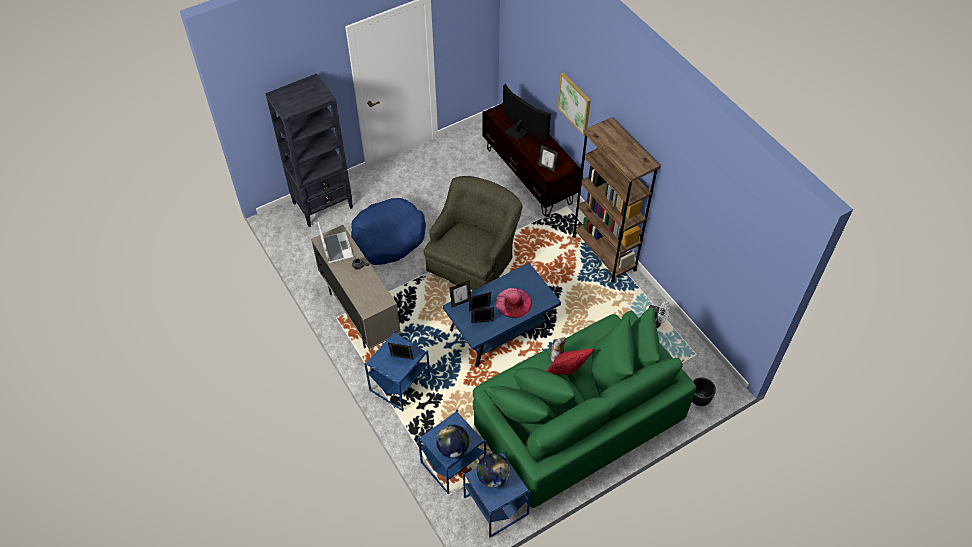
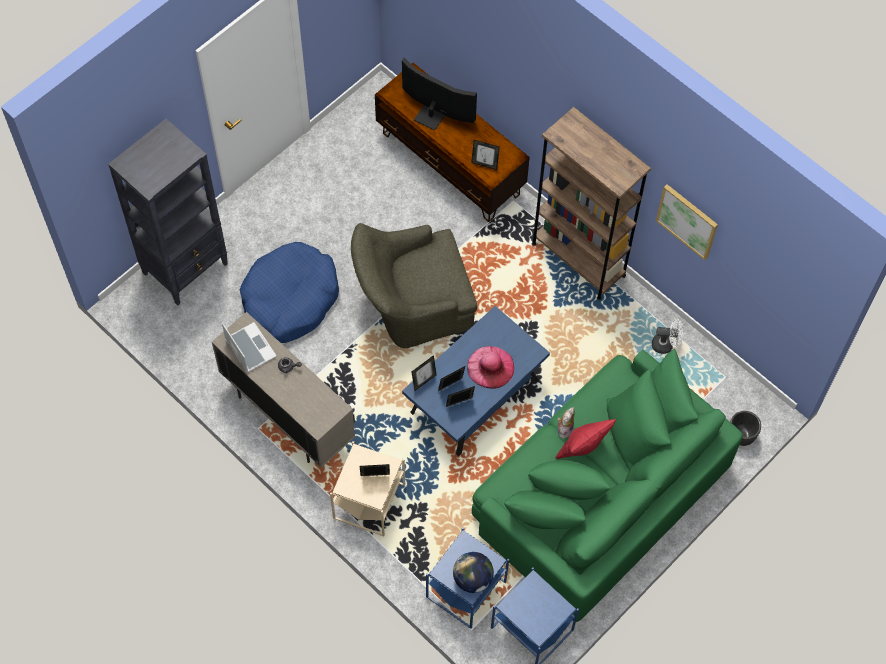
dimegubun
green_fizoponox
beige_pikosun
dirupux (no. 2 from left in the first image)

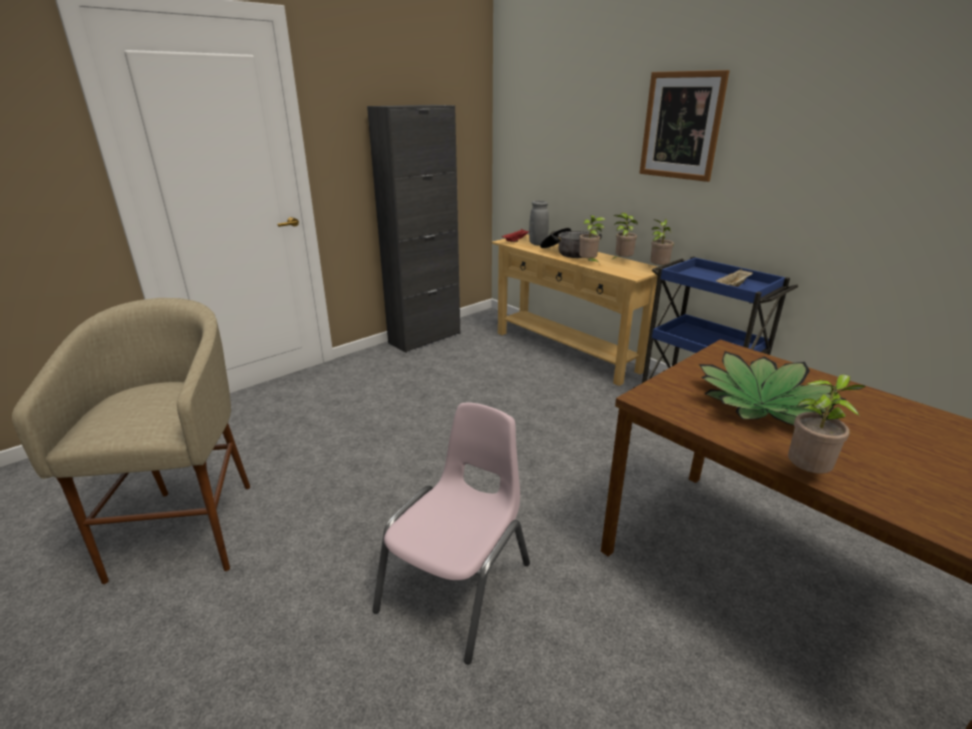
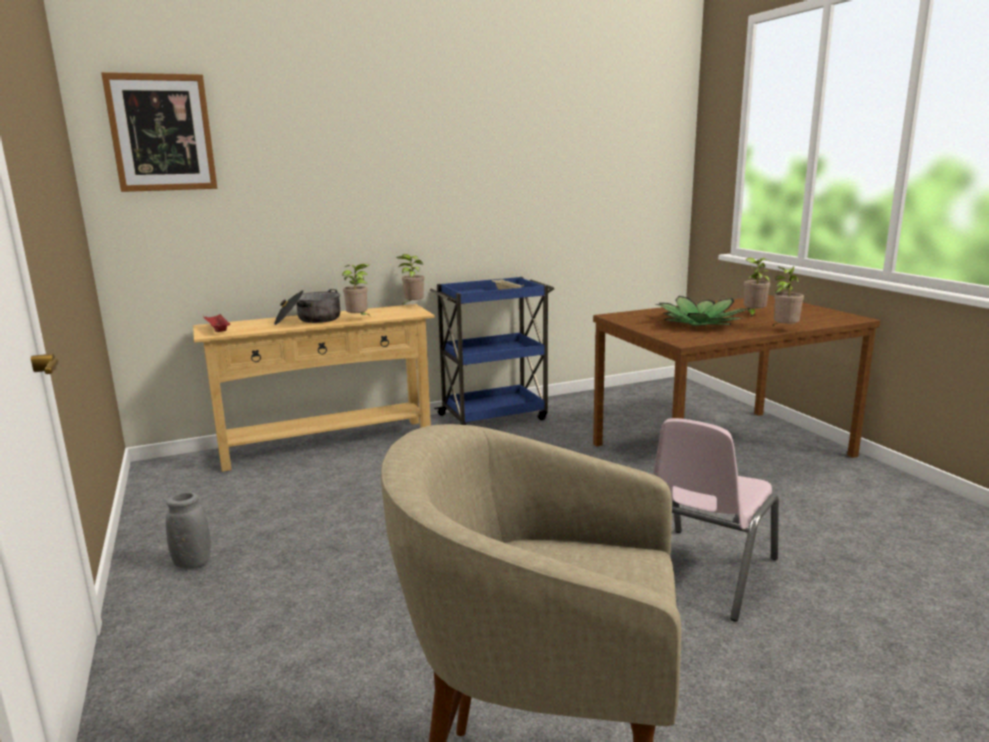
dimegubun
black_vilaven
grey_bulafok
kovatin (no. 4 from left)
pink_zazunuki

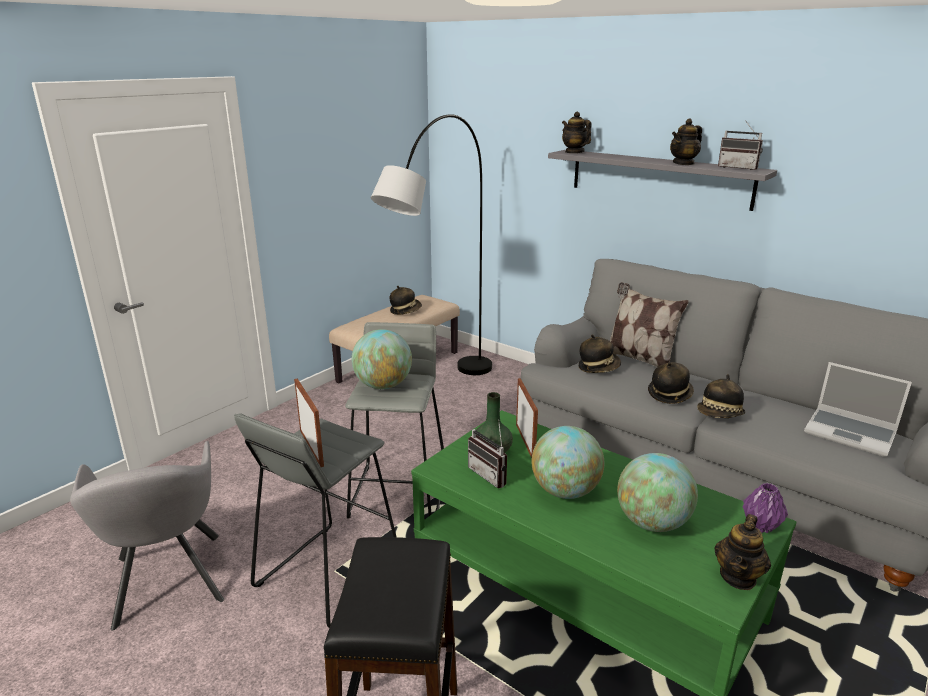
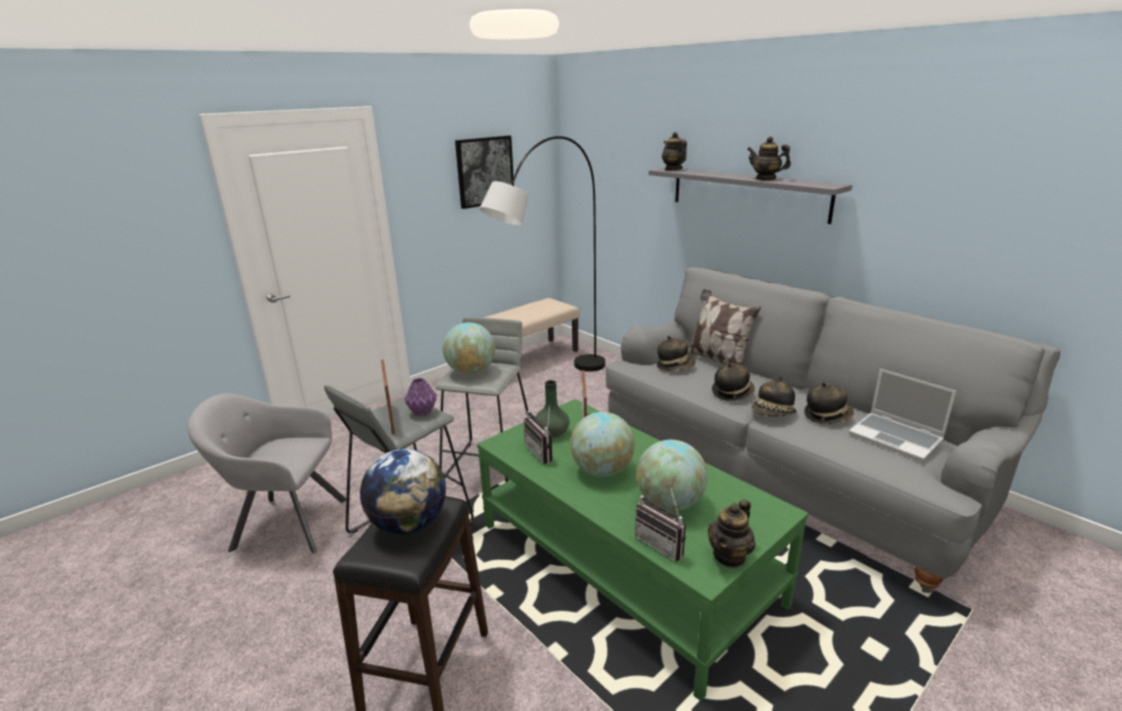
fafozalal (no. 3 from left)
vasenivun (no. 2 from left)
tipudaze (no. 4 from left)
grey_fizoponox
purple_bulafok
dimegubun
dirupux (no. 1 from left)

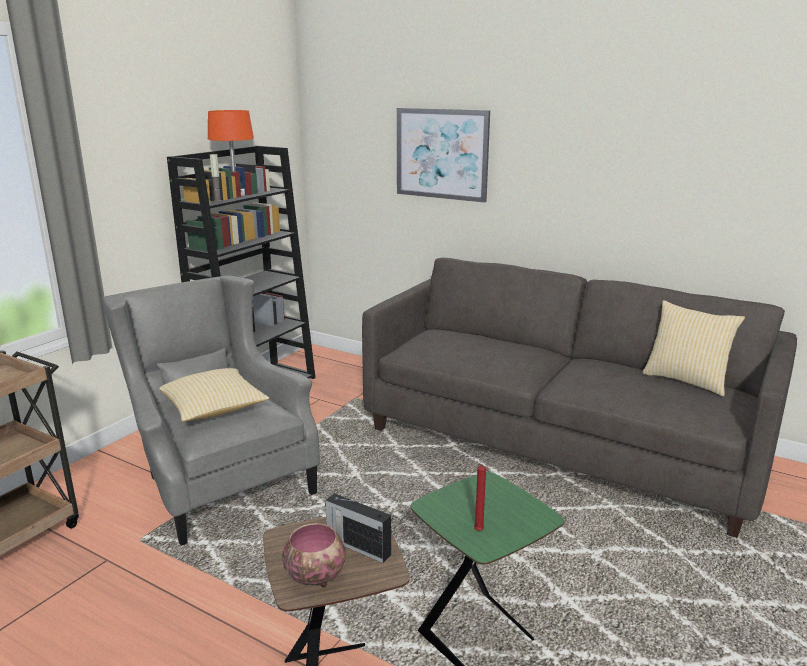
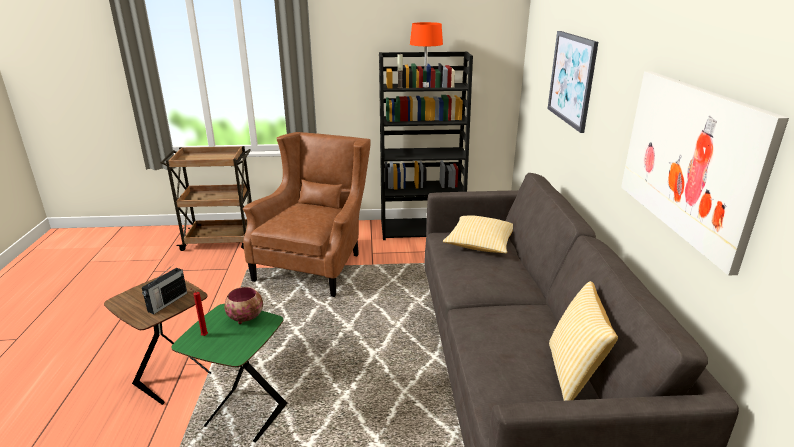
brown_fizoponox
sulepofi (no. 1 from left)
vasenivun
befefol
dimegubun (no. 2 from left)

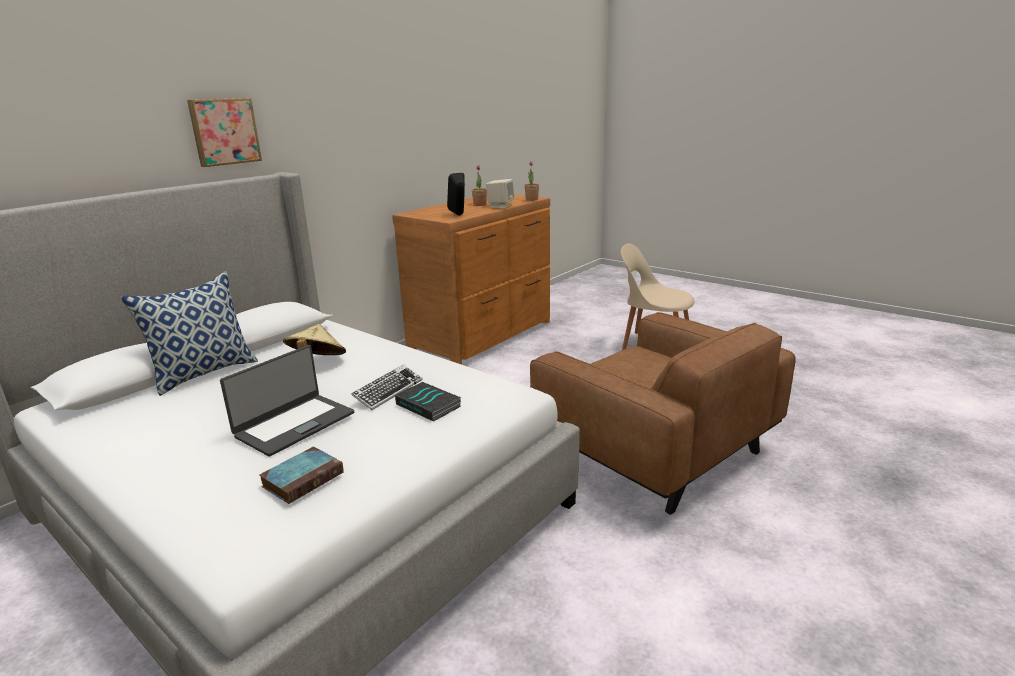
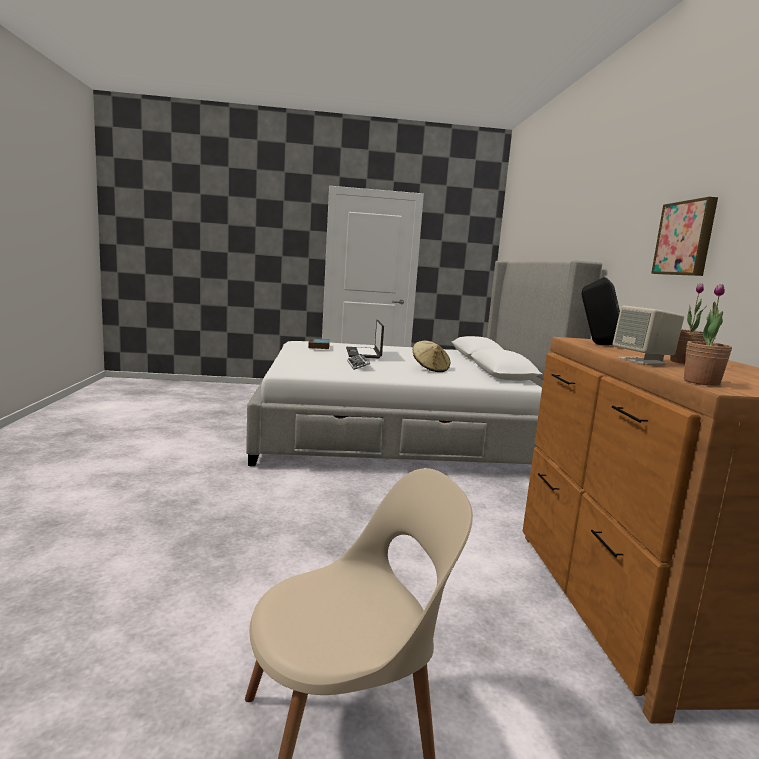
dimegubun
sulepofi
brown_fizoponox
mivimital (no. 2 from left in the first image)

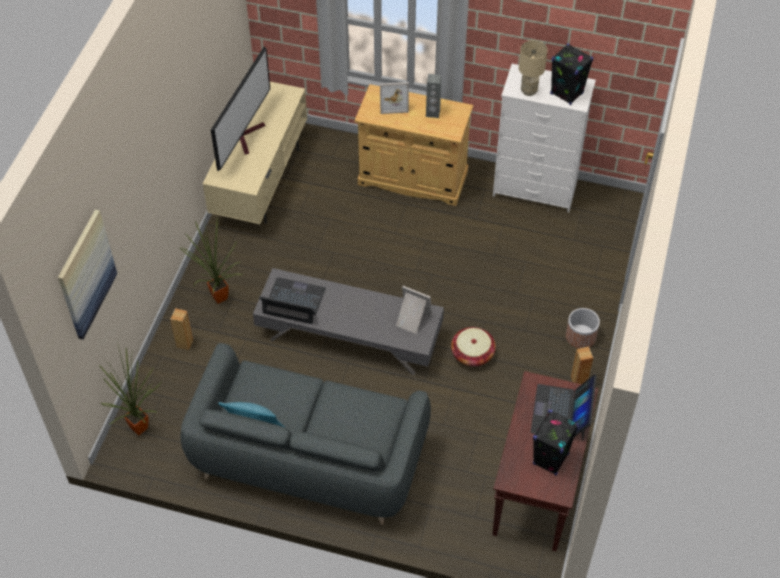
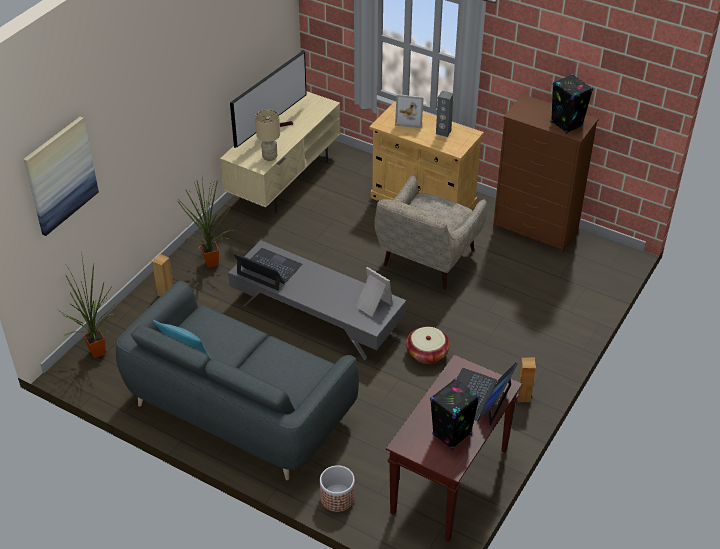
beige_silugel
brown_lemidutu
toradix
beige_fizoponox

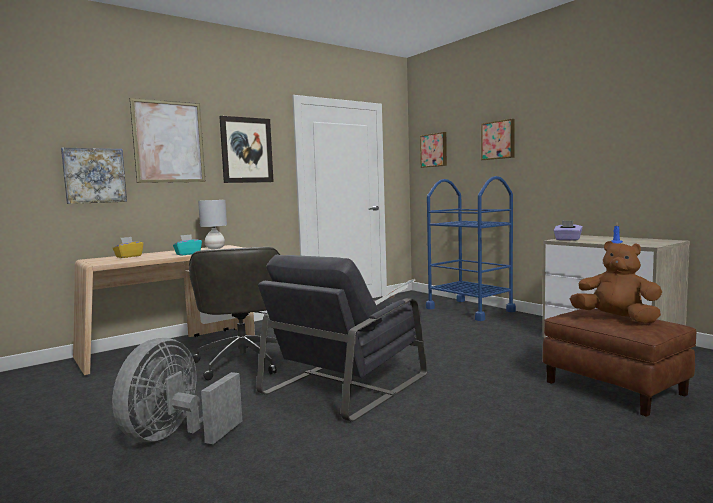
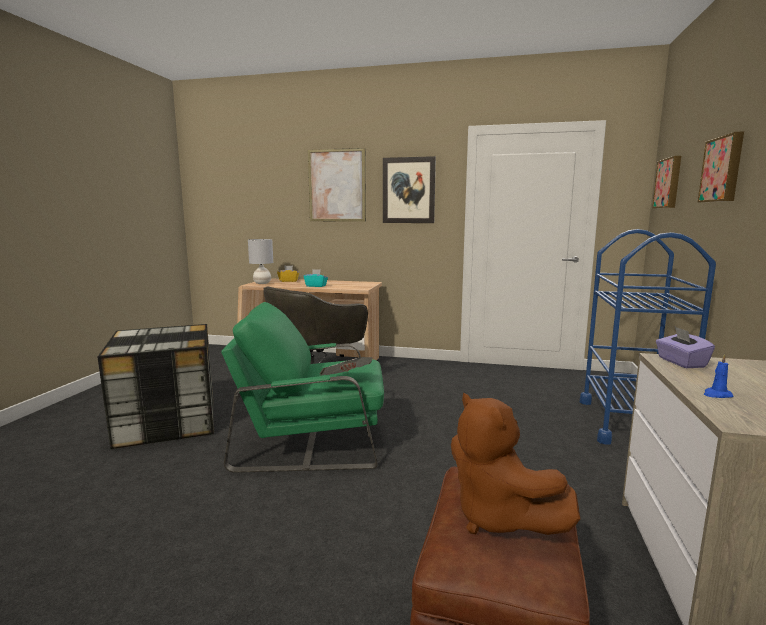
dimegubun (no. 1 from left in the first image)
grey_silugel
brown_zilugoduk
green_fizoponox
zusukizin

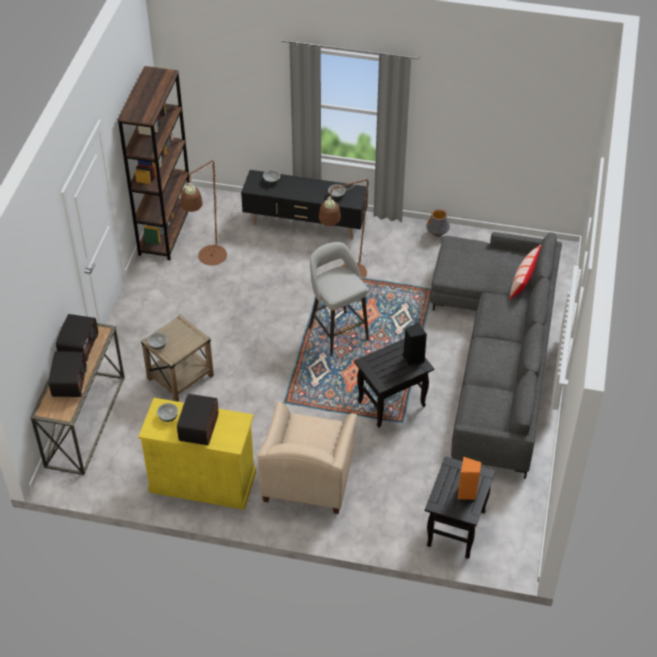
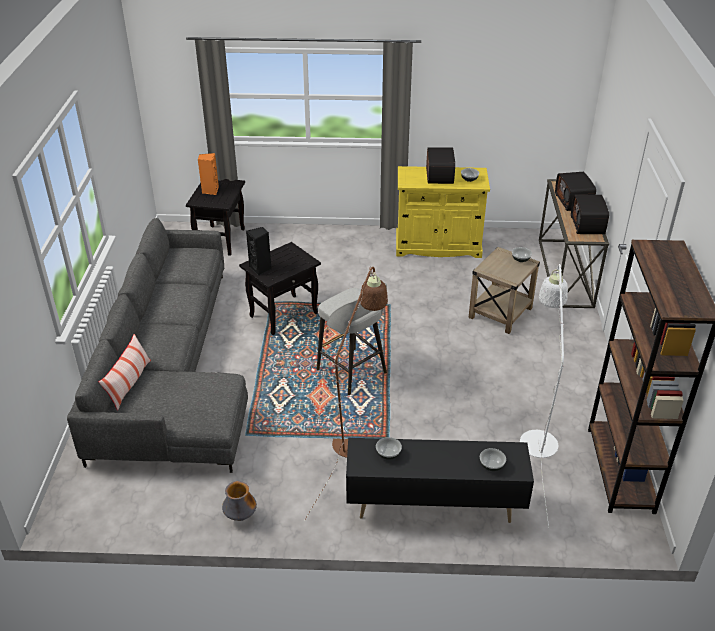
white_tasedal
beige_fizoponox

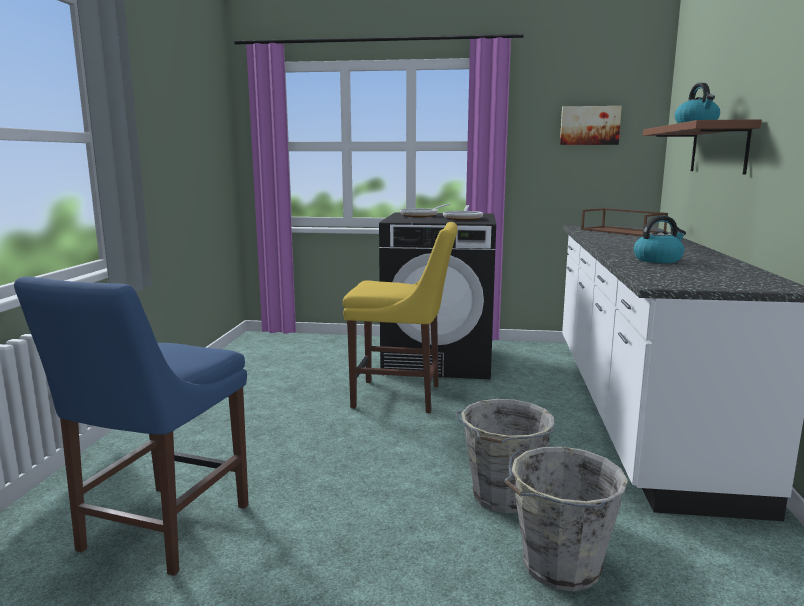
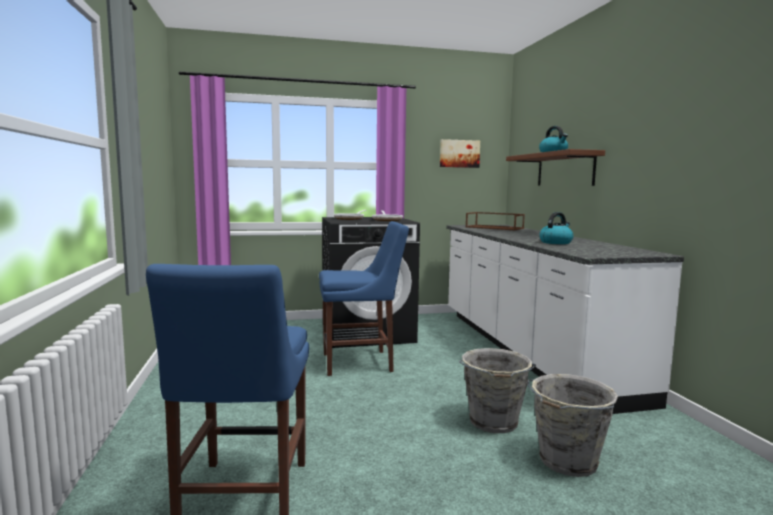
blue_zazunuki (no. 2 from left)

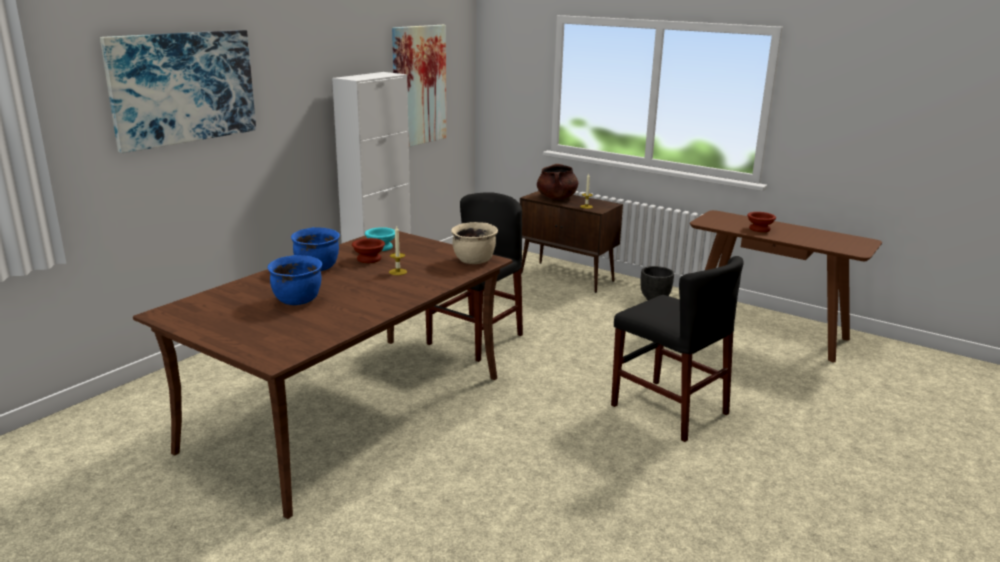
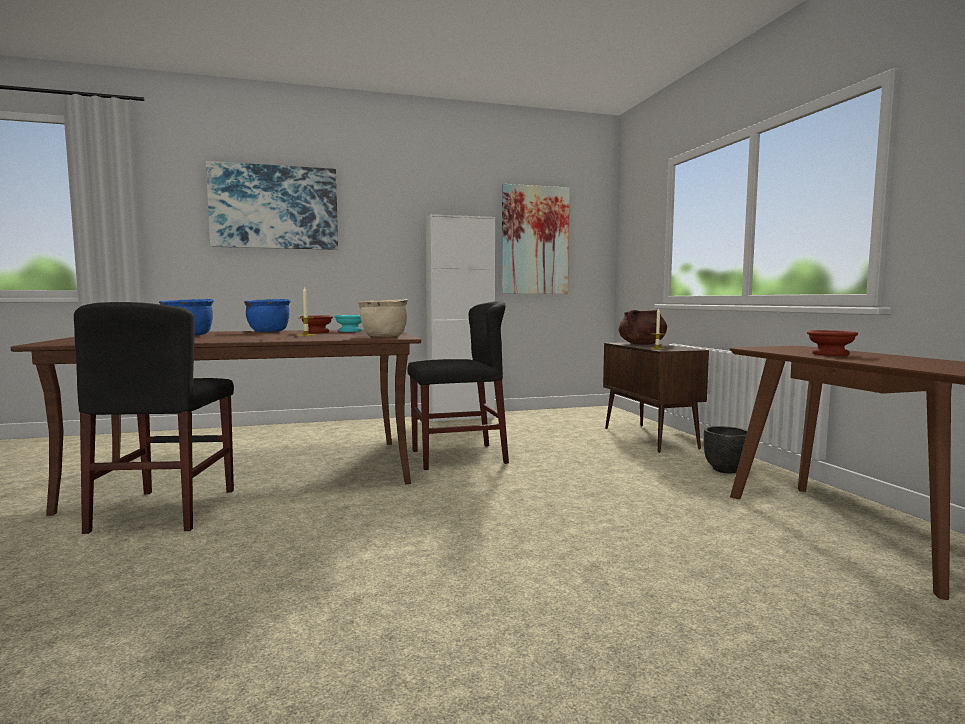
black_zazunuki (no. 1 from left)

